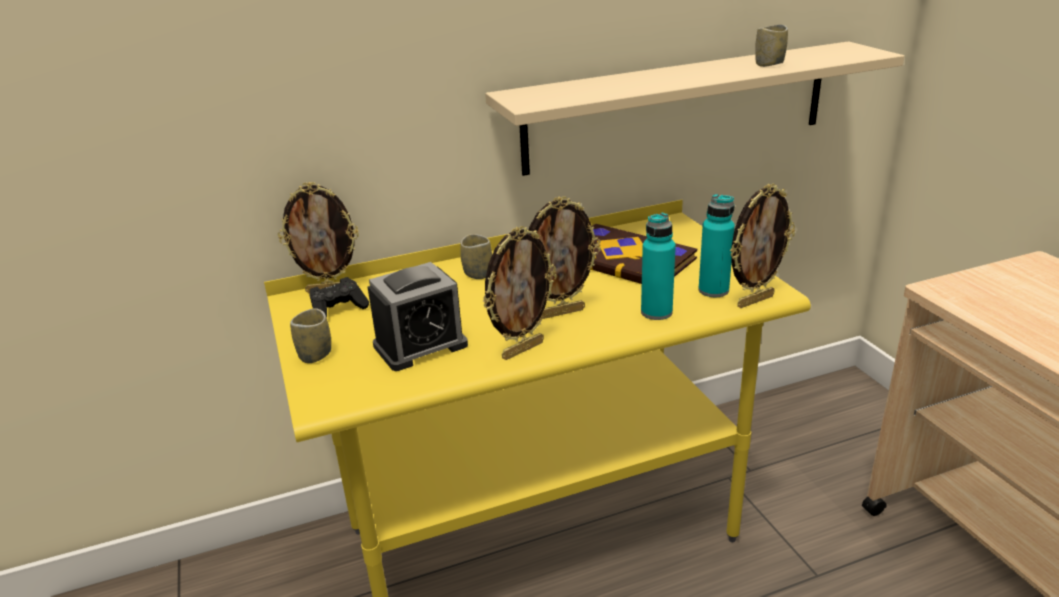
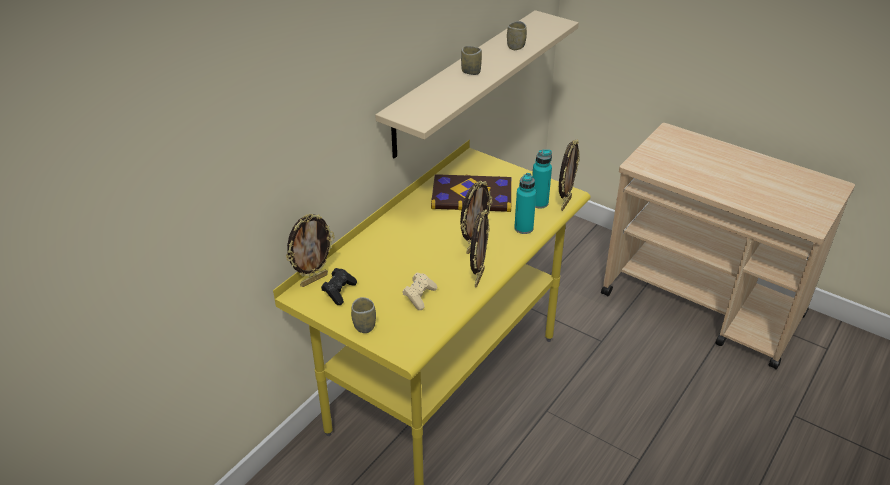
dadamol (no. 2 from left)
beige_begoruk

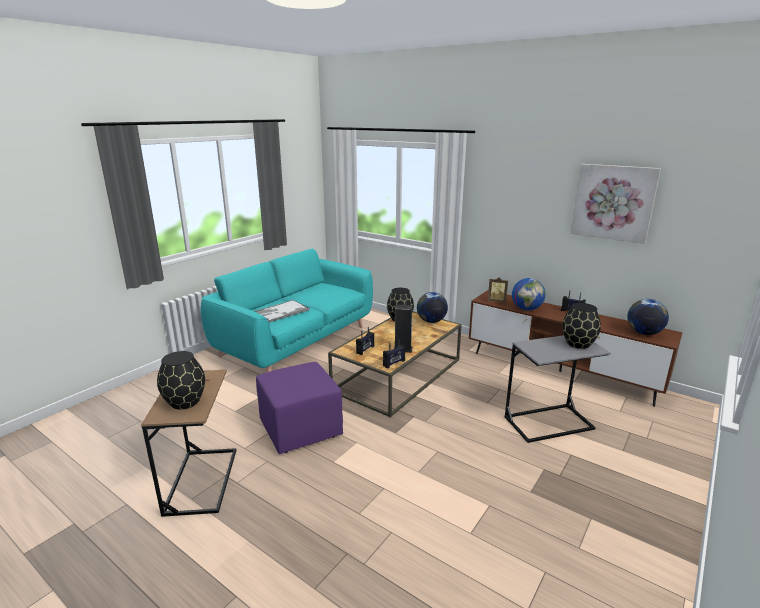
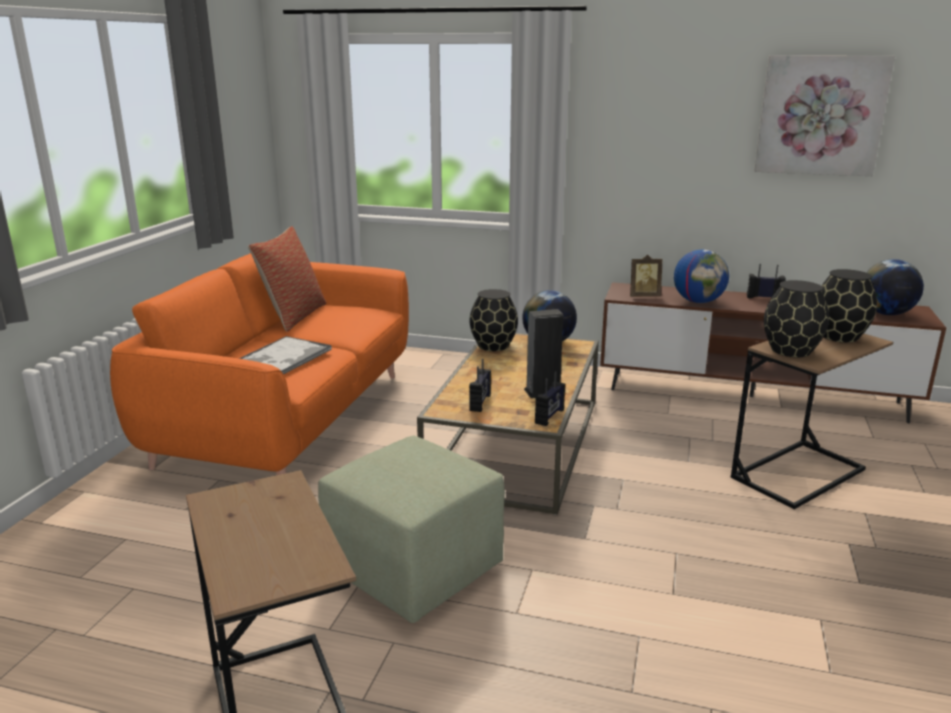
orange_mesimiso
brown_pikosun (no. 2 from left)
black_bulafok (no. 2 from left)
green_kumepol
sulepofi

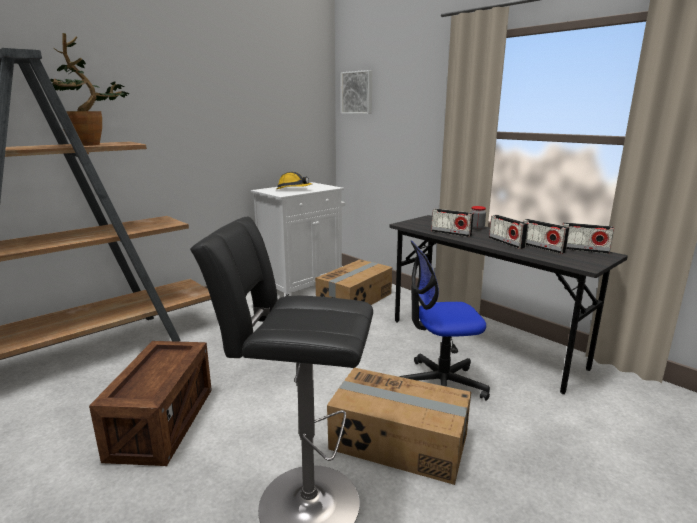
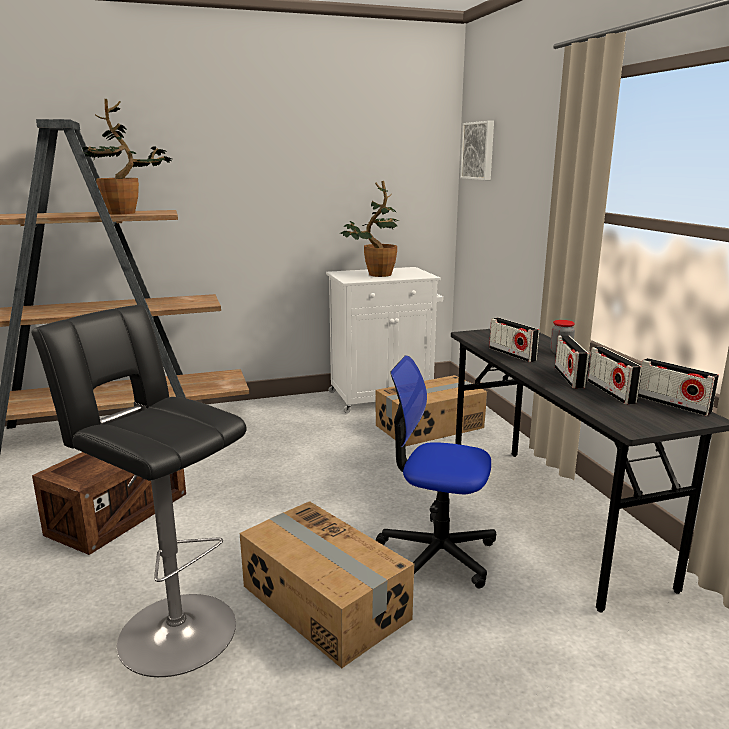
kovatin (no. 2 from left)

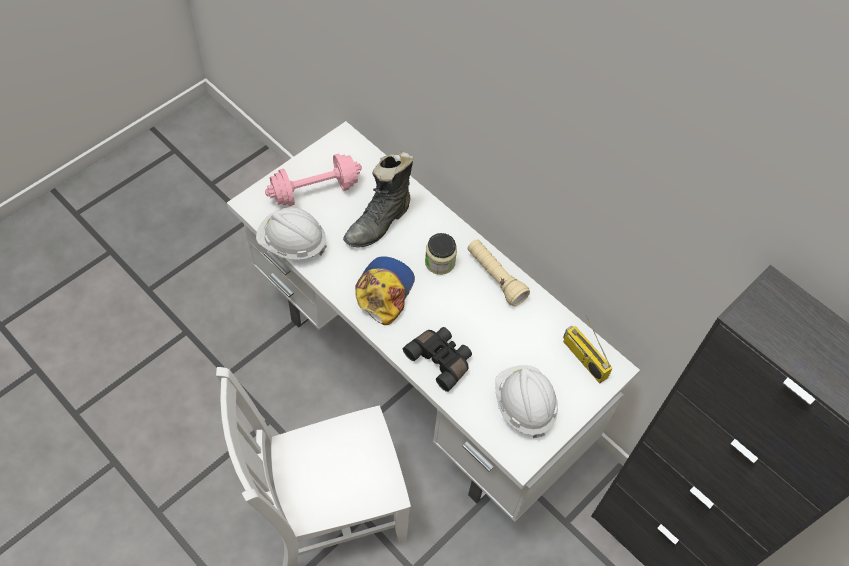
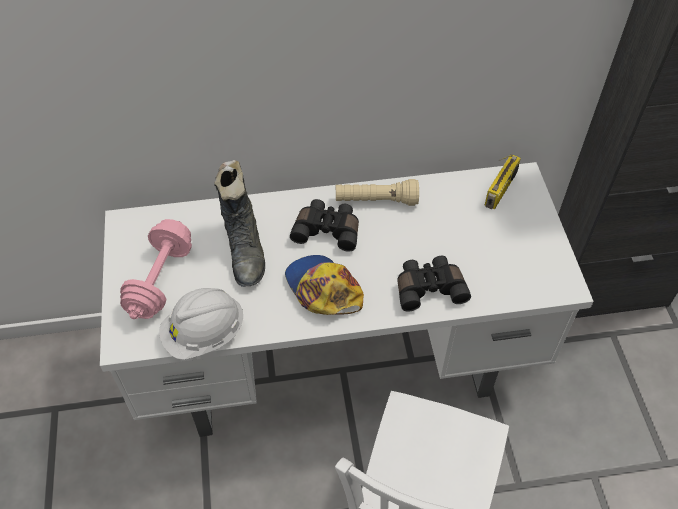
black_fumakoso (no. 1 from left)
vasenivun
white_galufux (no. 2 from left in the first image)

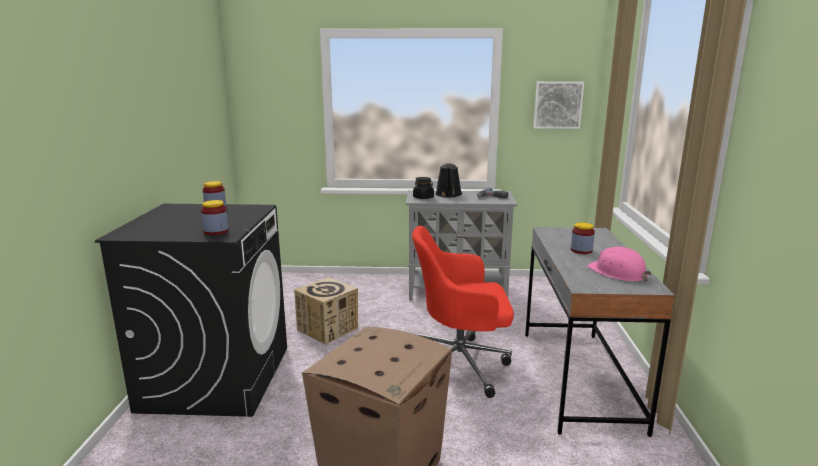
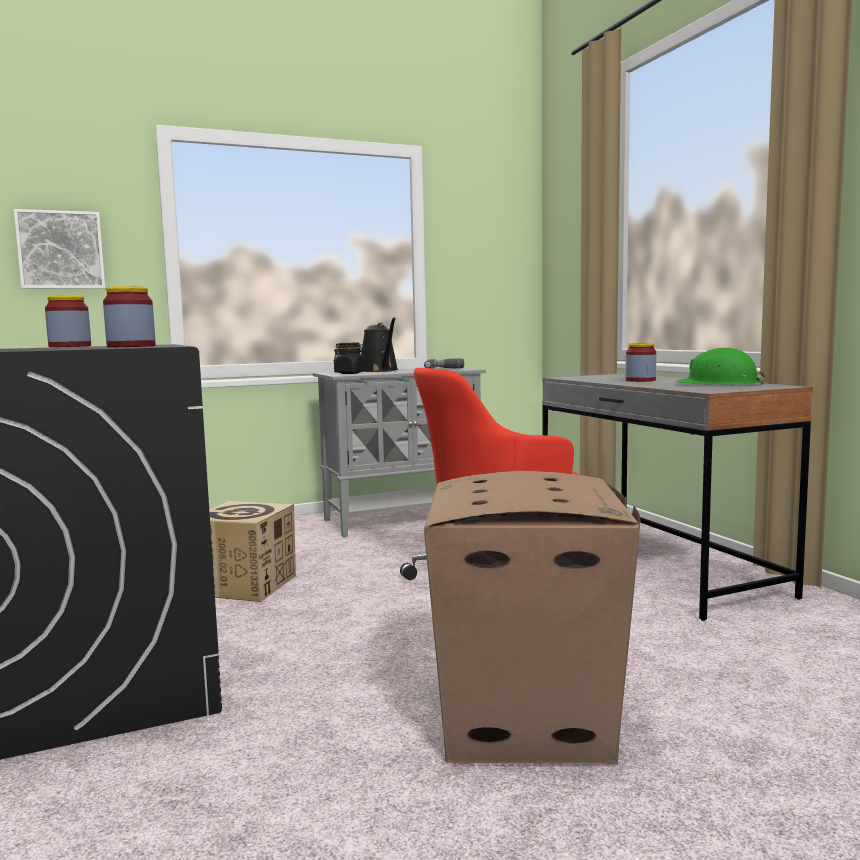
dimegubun
green_galufux

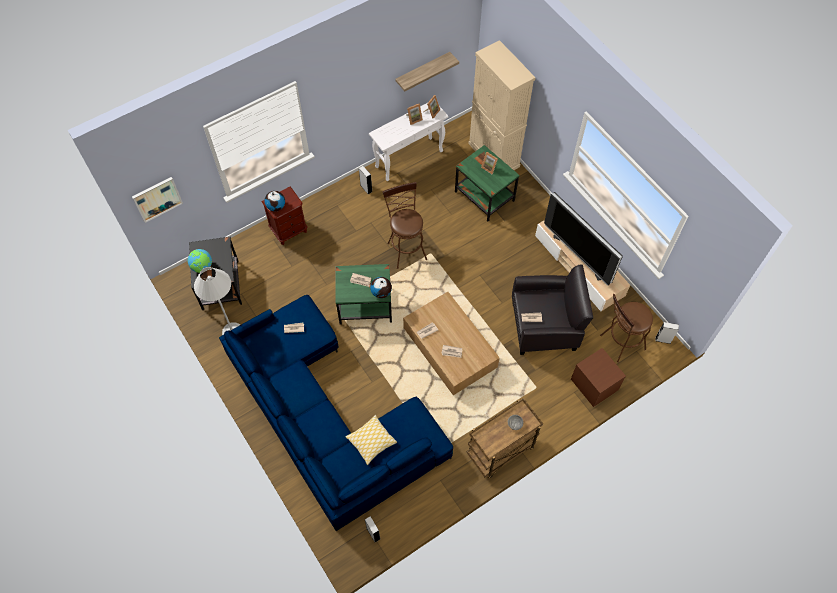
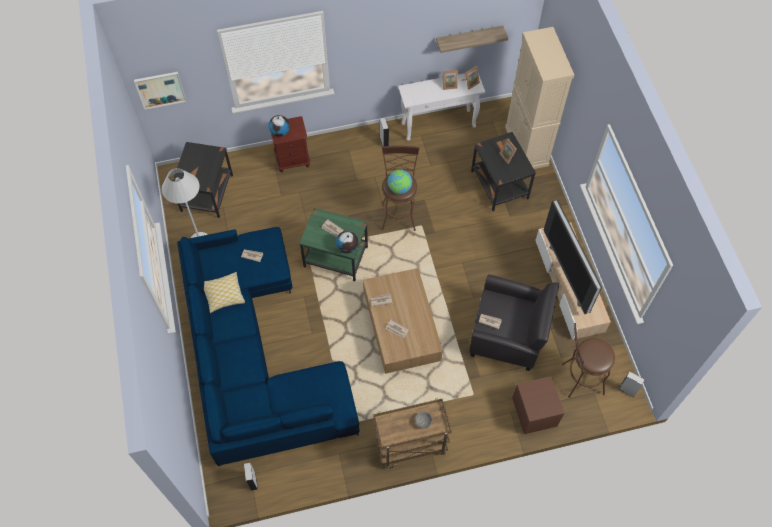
black_pikosun (no. 2 from left)
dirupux (no. 3 from left)
sulepofi

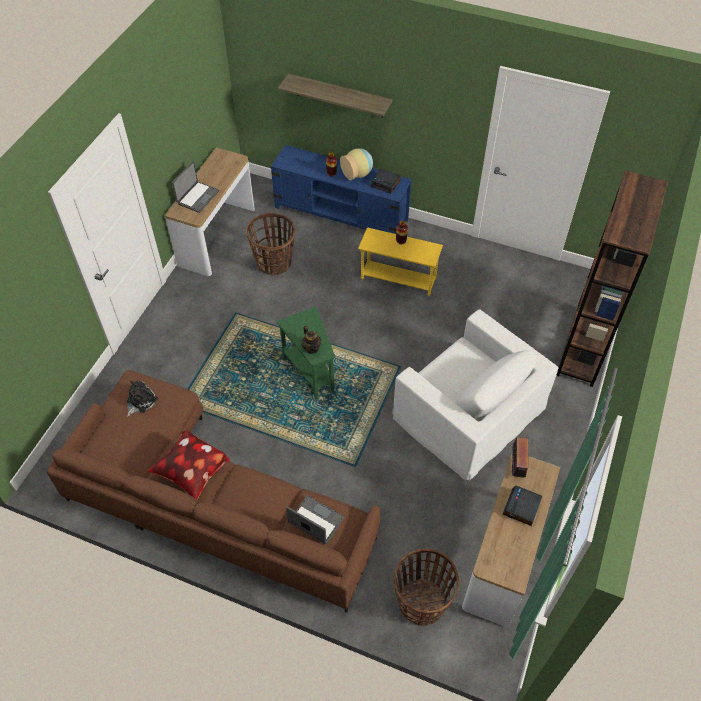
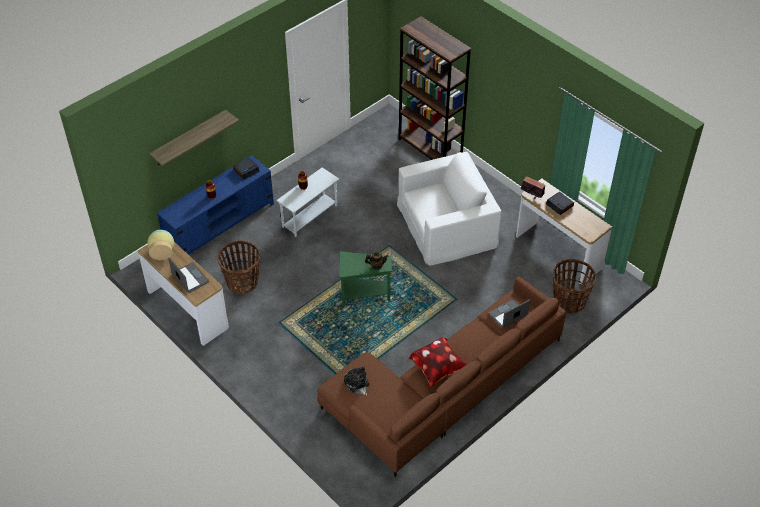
bulafok (no. 1 from left)
white_pikosun

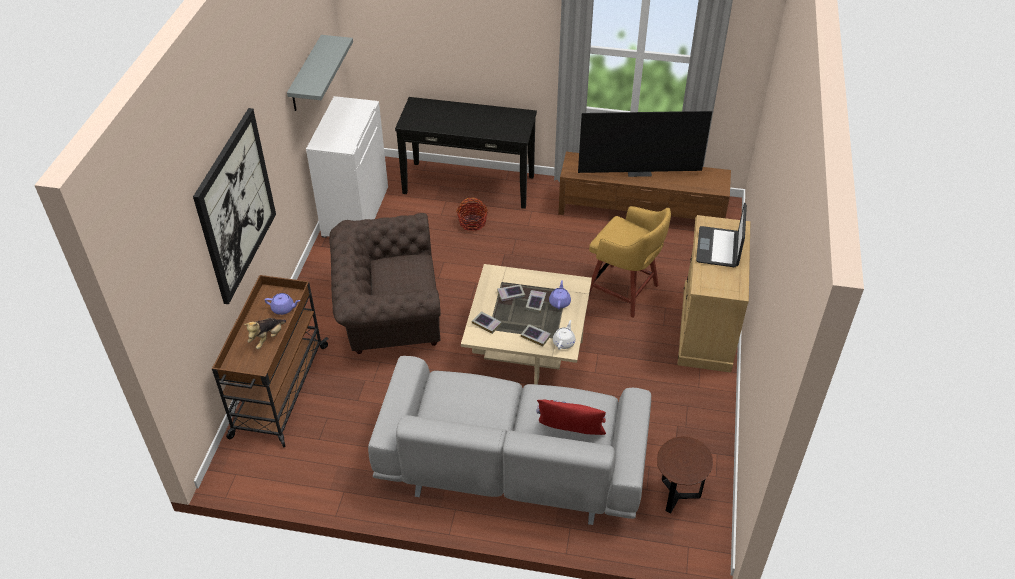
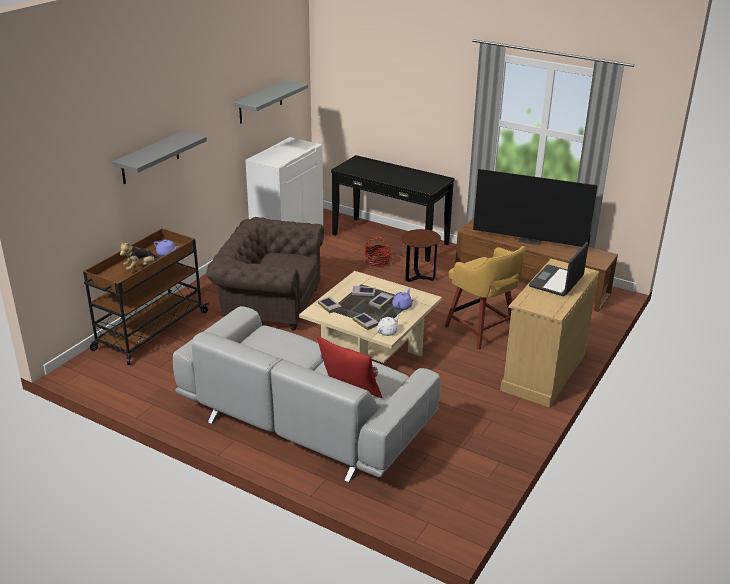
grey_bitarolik (no. 1 from left)
brown_pikosun

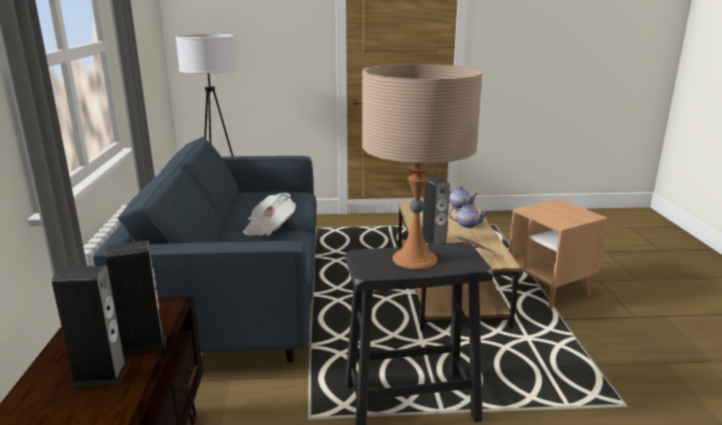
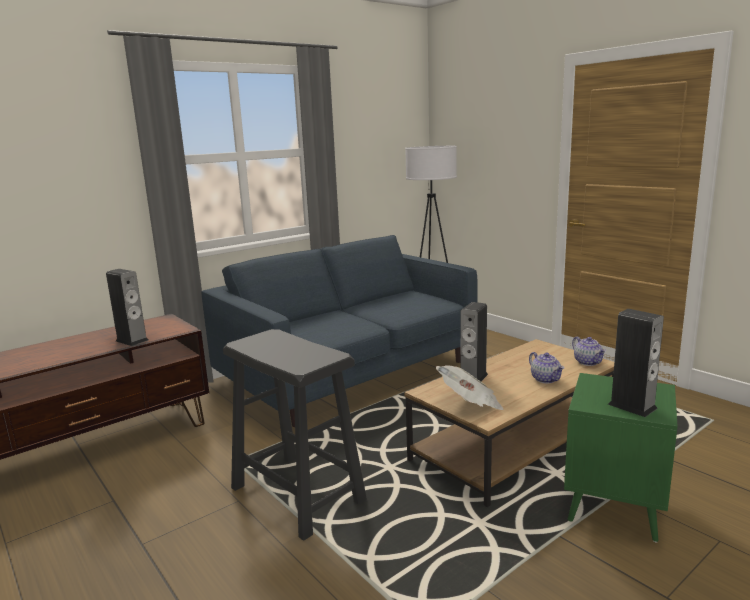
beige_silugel
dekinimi (no. 1 from left in the first image)
green_pikosun
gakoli (no. 3 from left)

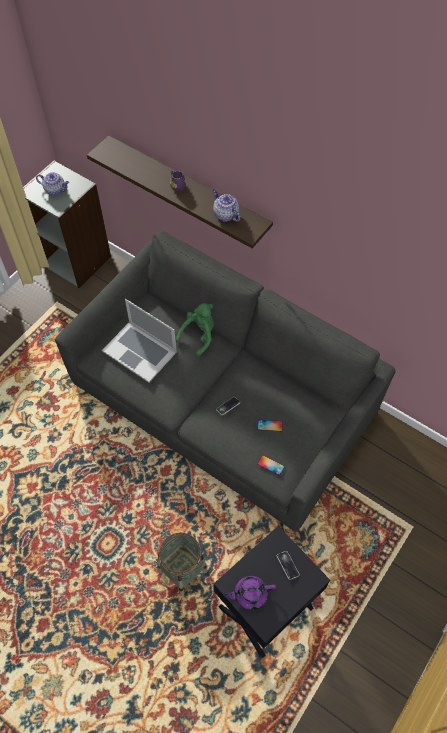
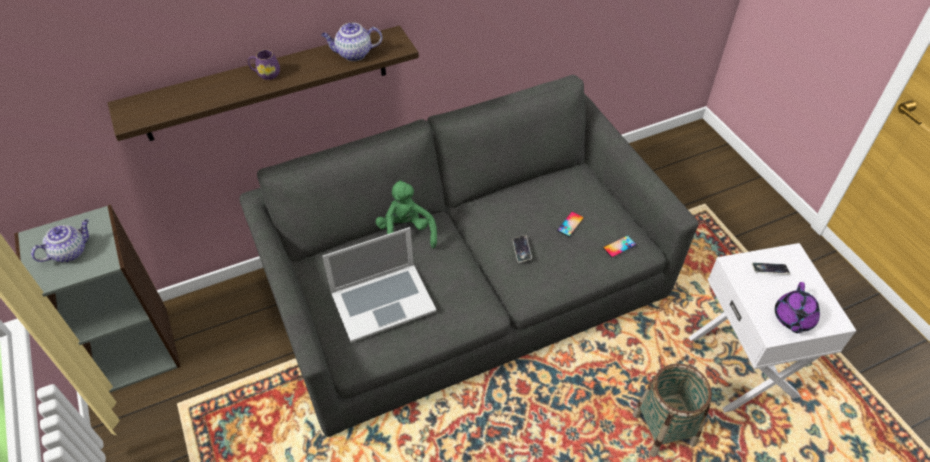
white_pikosun

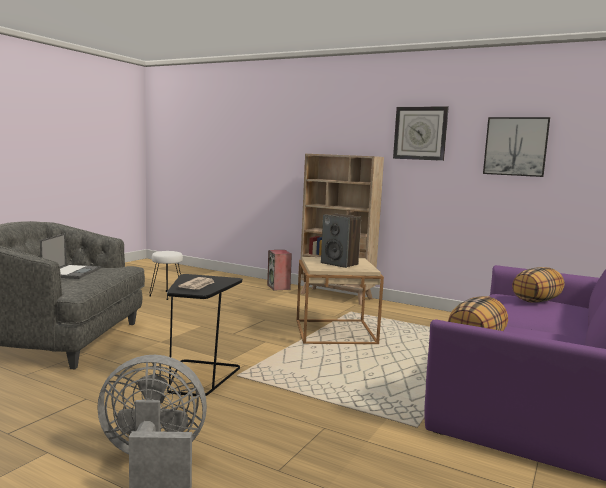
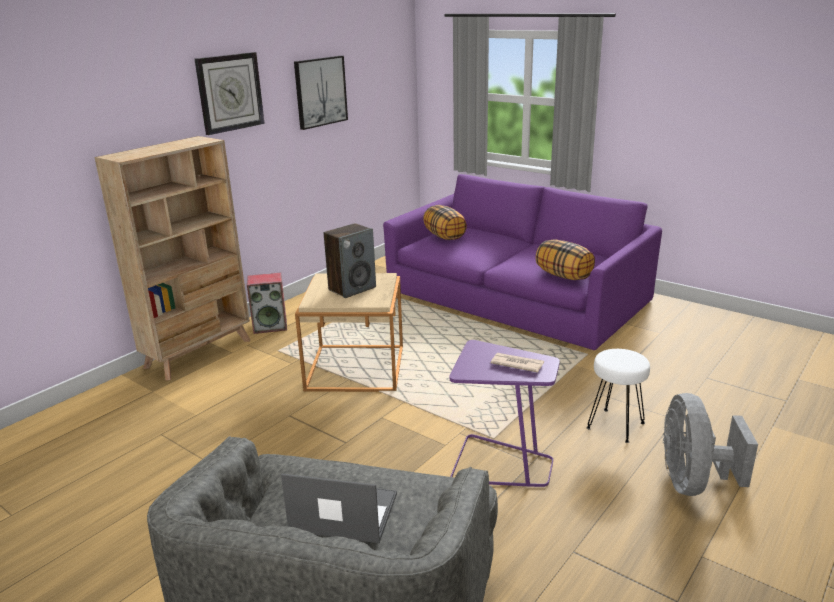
gakoli (no. 1 from left)
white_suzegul
purple_pikosun

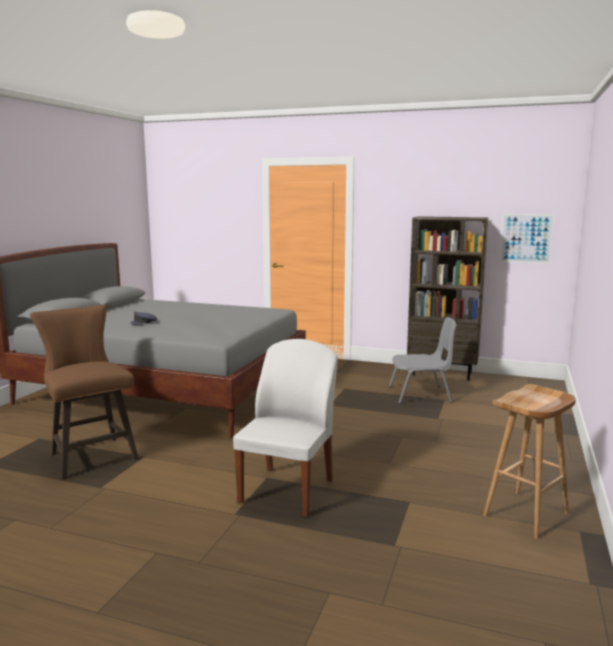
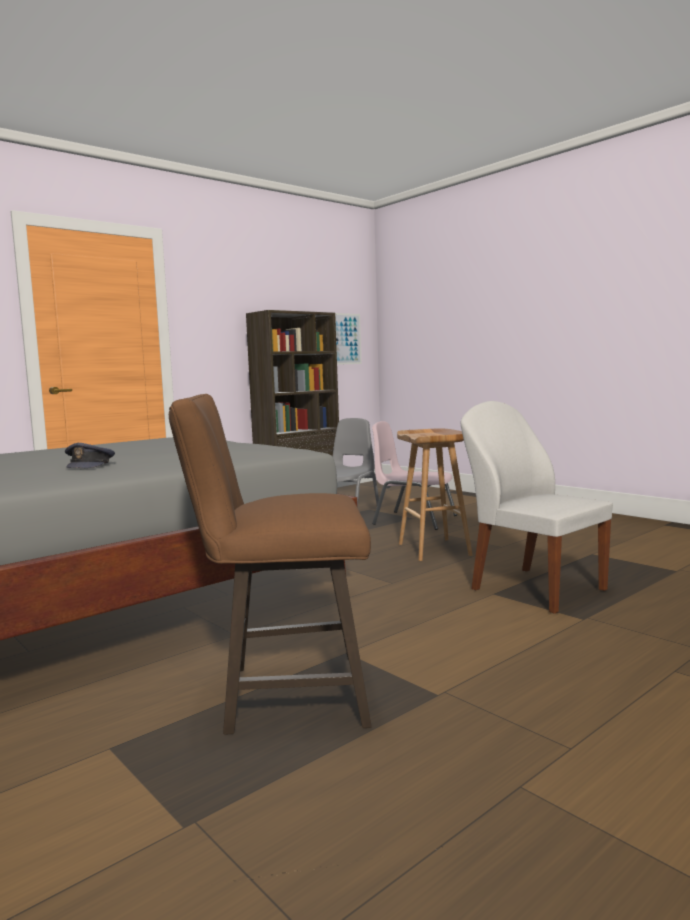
brown_suzegul (no. 2 from left)
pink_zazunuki

